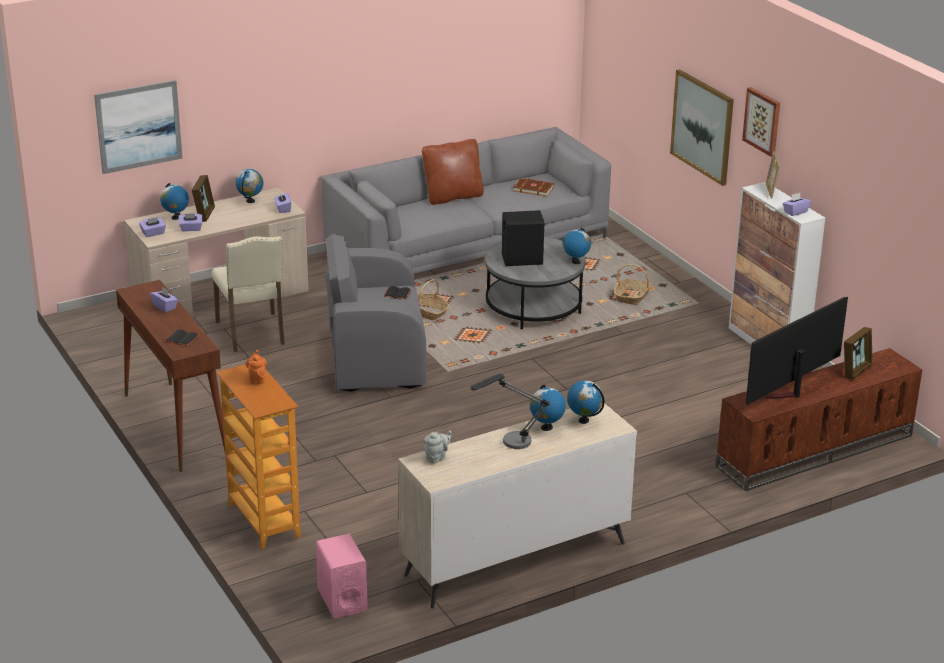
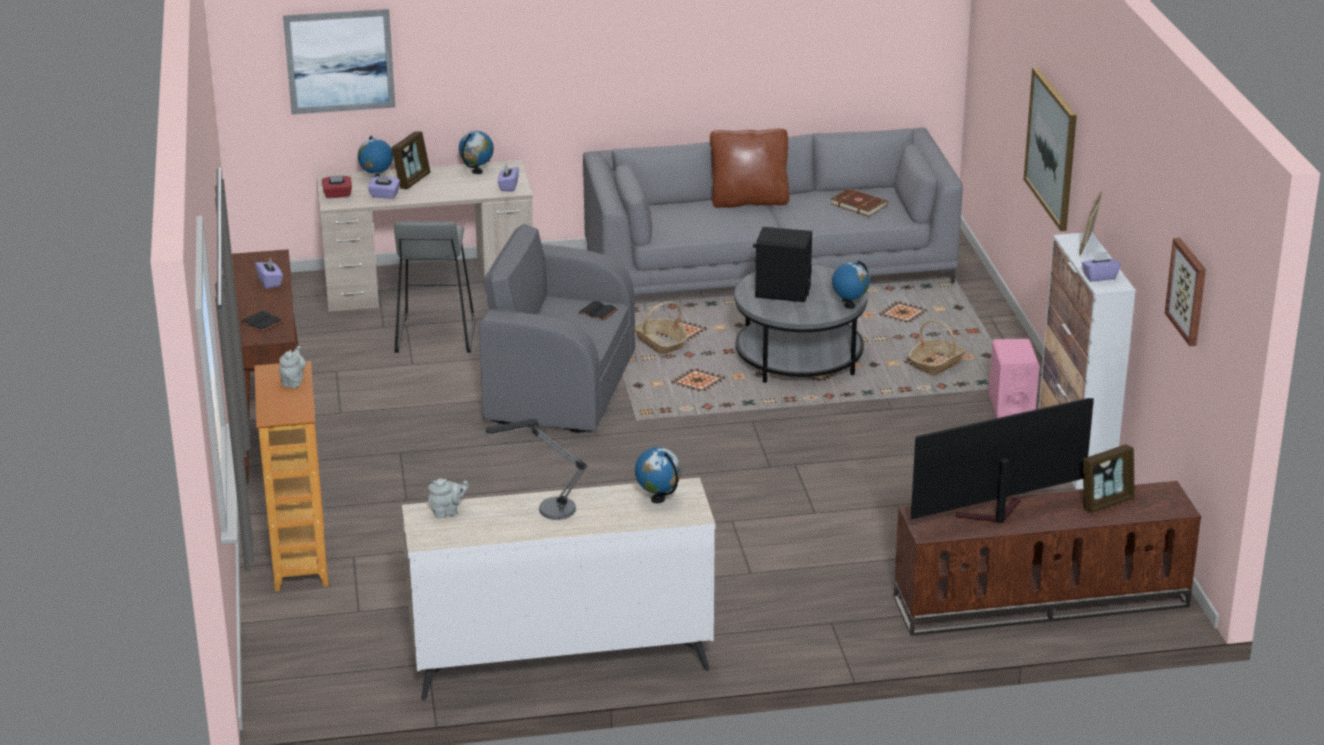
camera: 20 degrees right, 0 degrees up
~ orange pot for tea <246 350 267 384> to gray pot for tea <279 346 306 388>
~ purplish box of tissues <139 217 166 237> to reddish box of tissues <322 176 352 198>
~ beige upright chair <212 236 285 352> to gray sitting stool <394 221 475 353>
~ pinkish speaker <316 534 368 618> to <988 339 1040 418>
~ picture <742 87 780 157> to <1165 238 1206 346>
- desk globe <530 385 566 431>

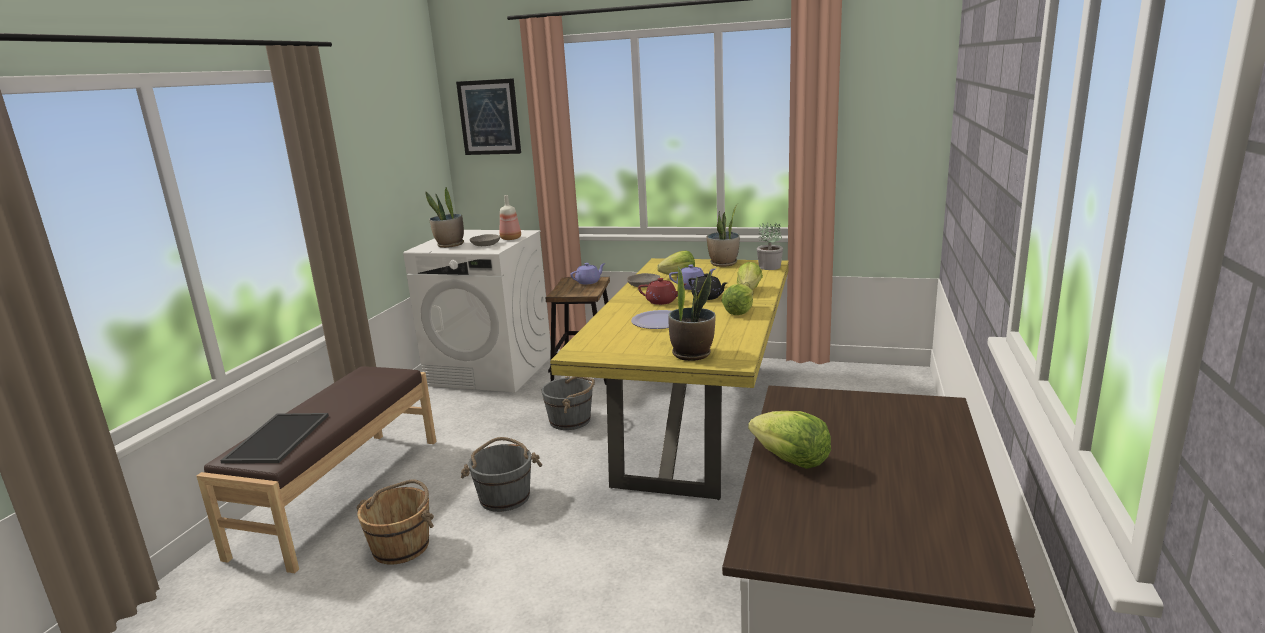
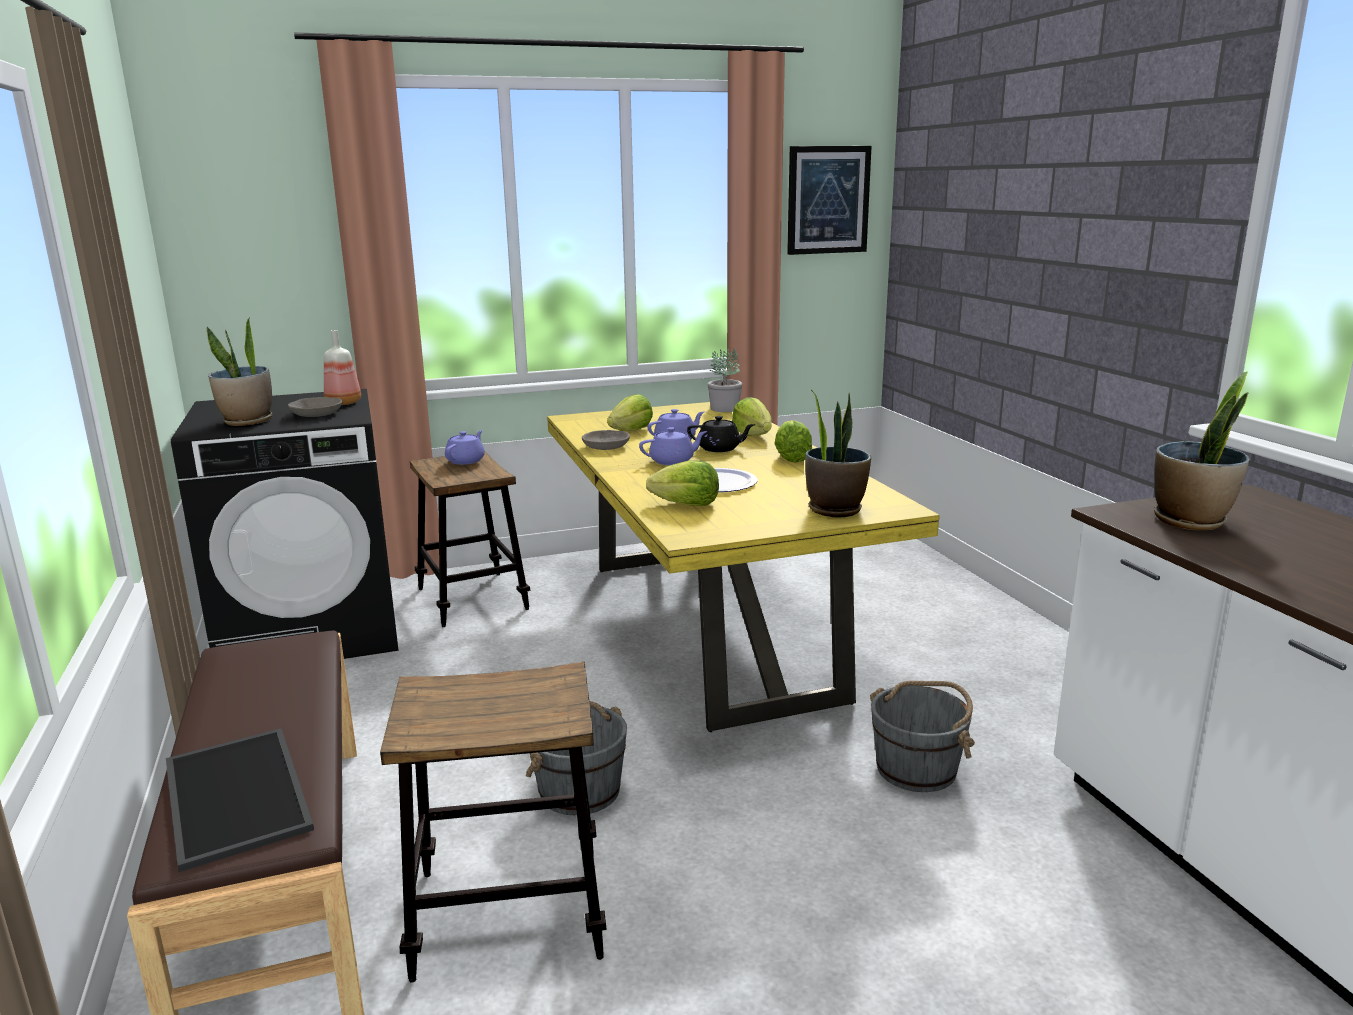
camera: 35 degrees left, 0 degrees up
~ whitish washing machine <403 230 551 392> to black-coloured washing machine <171 389 399 659>
~ brown pail <356 479 434 565> to sitting stool <380 662 607 983>
~ reddish pot for tea <638 278 686 305> to purplish pot for tea <639 427 707 465>
~ head of lettuce <748 411 831 469> to <646 460 719 506>
~ picture <456 78 521 155> to <787 146 872 255>
~ gray pail <541 376 595 430> to <870 681 975 792>
~ potted plant <707 204 740 267> to <1154 371 1249 530>

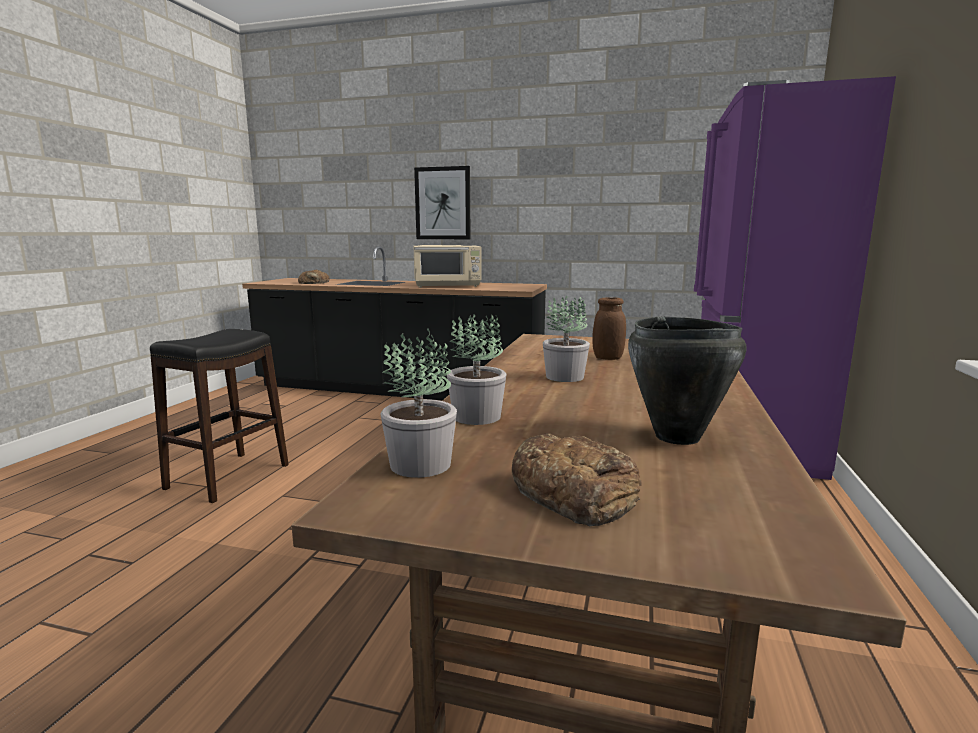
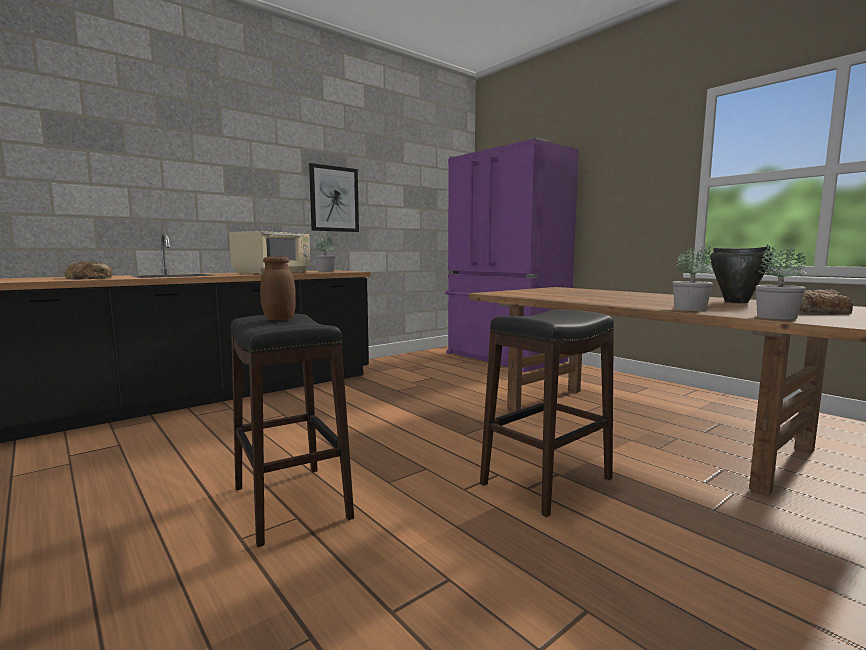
camera: 55 degrees left, 5 degrees down
~ brown storage jar <592 297 626 360> to <260 256 296 320>
~ picture <414 166 471 239> to <309 163 359 232>
~ potted plant <543 296 590 382> to <315 235 335 271>
+ black-coloured sitting stool <480 309 614 517>

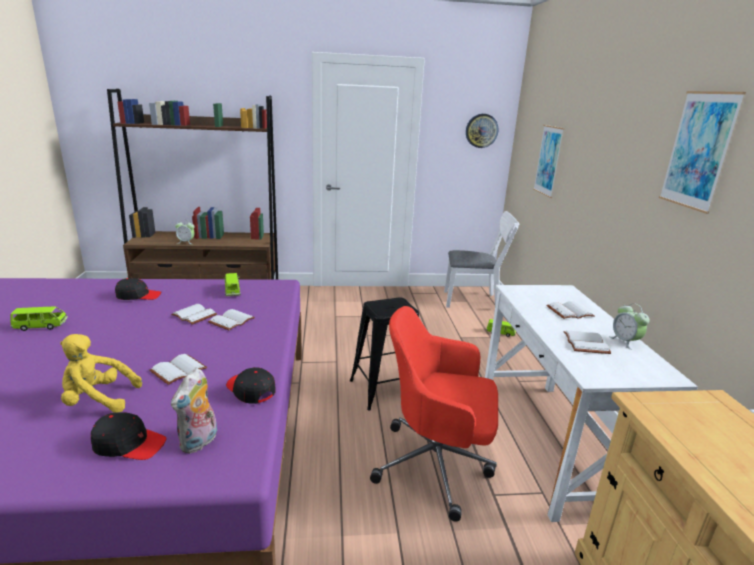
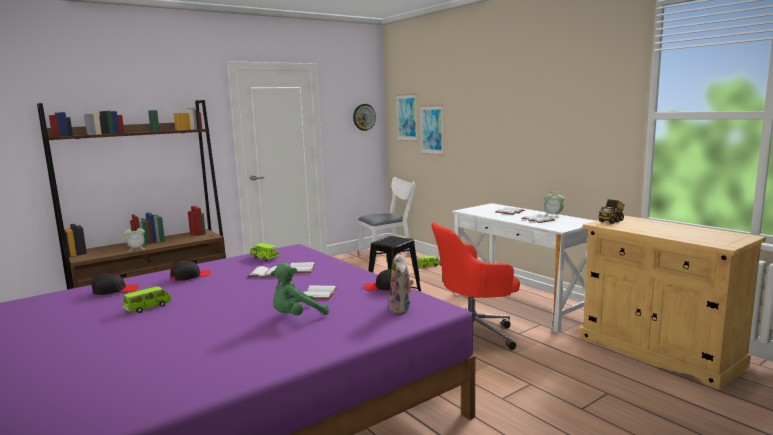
camera: 30 degrees left, 10 degrees down
~ black-coloured baseball cap <91 412 166 460> to <91 273 139 295>
~ yellowish soft toy <60 334 142 413> to green soft toy <271 263 329 315>
~ picture <659 91 746 214> to <396 94 417 141>
+ toy truck <599 199 624 224>

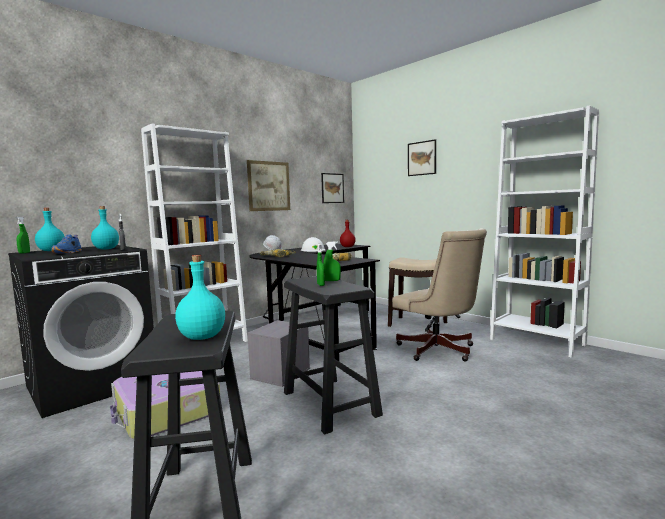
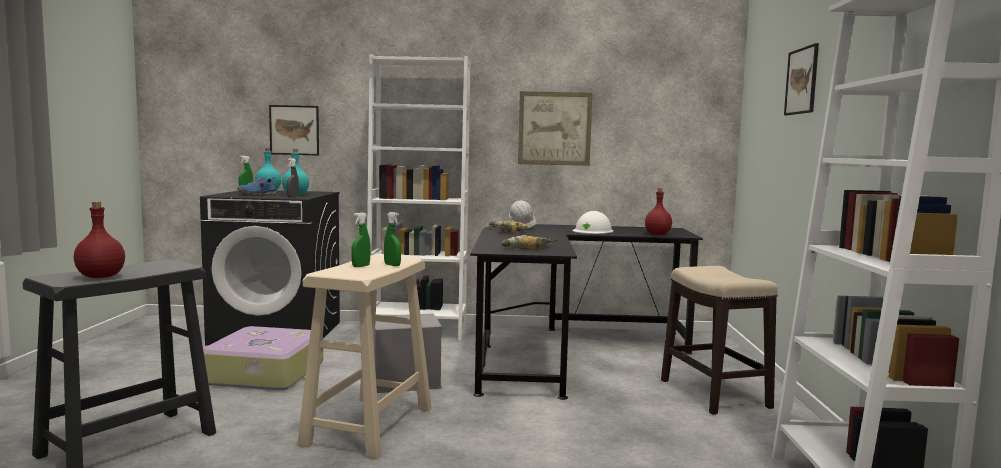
camera: 45 degrees right, 0 degrees up
~ blue-green bottle <175 255 225 340> to reddish bottle <74 201 125 278>
~ picture <321 173 344 203> to <269 105 319 155>
~ black-coloured sitting stool <284 276 383 435> to beige sitting stool <297 255 432 459>
- beige office chair <392 228 487 362>

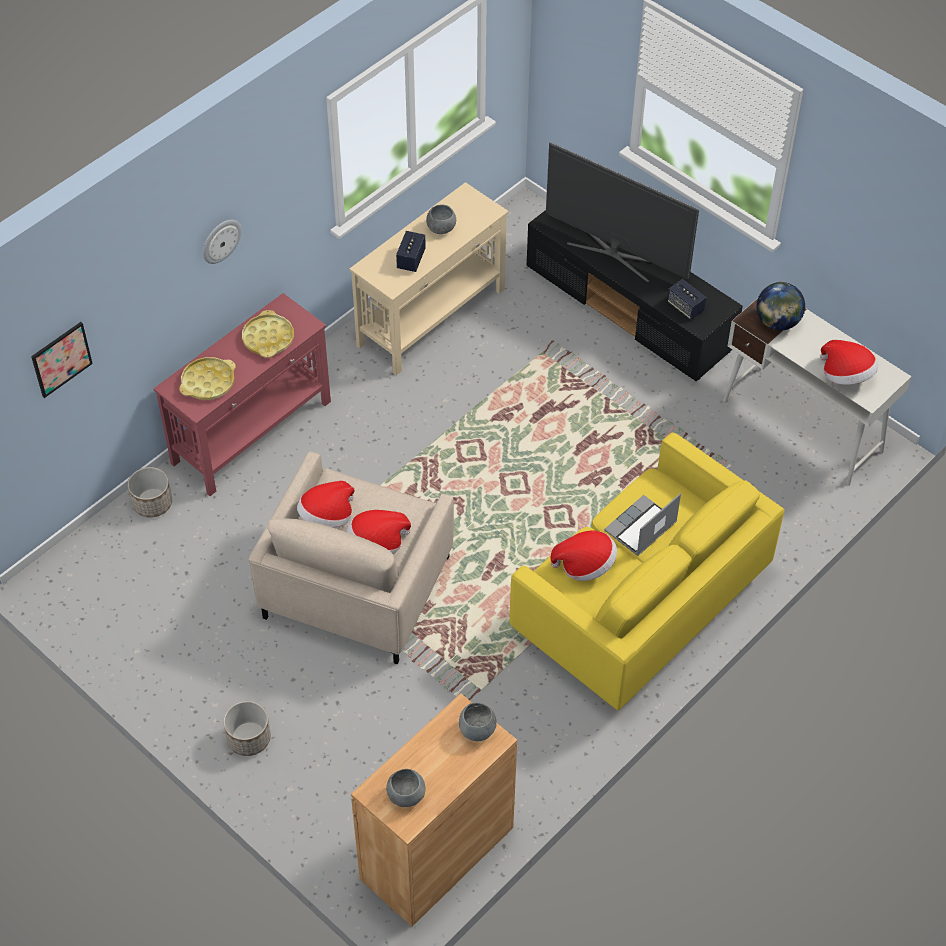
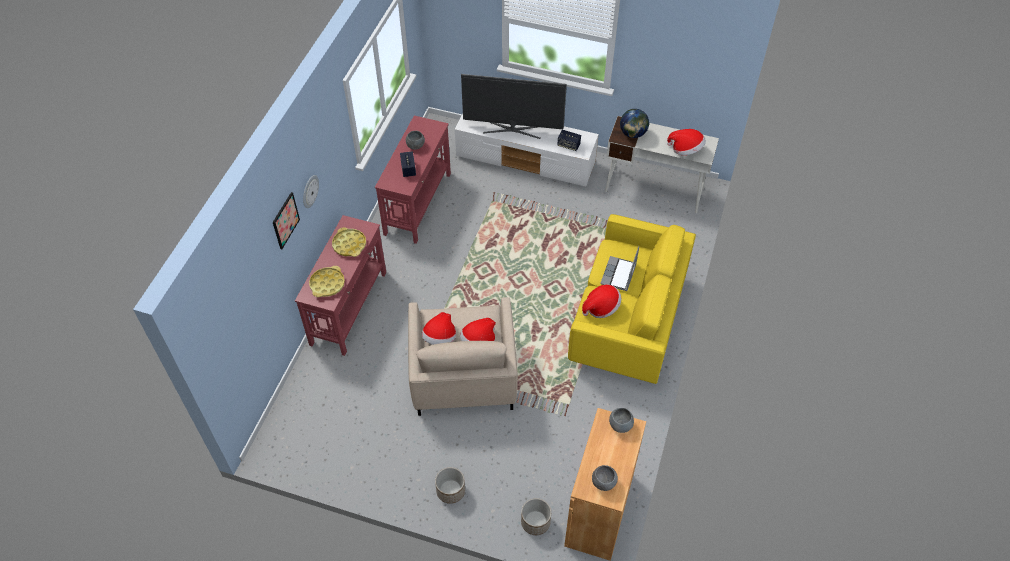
camera: 25 degrees left, 0 degrees up
~ picture <31 322 93 398> to <273 192 300 249>
~ beige narrow table <349 182 508 375> to reddish narrow table <375 116 451 244>
~ black-coloured tv unit <527 210 743 381> to whitish tv unit <455 114 599 186>
~ flower pot <128 467 172 518> to <521 498 551 535>

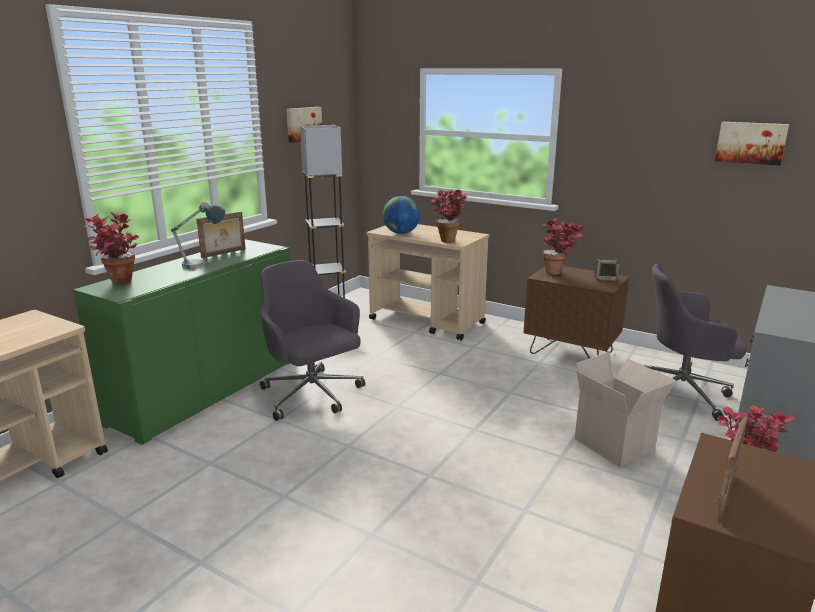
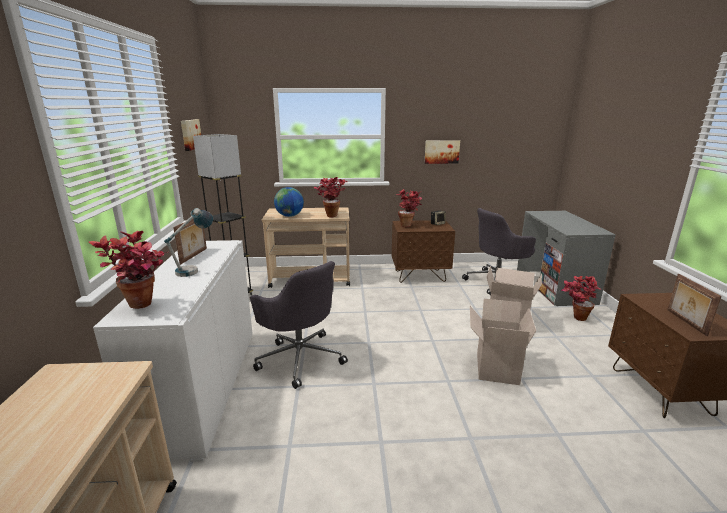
camera: 35 degrees left, 0 degrees up
~ green cupboard <73 239 290 445> to whitish cupboard <93 240 253 462>
~ gray office chair <260 260 365 421> = <250 261 348 389> 150 degrees counterclockwise
~ picture <715 122 789 165> to <425 140 460 164>
+ carton <470 299 536 385>

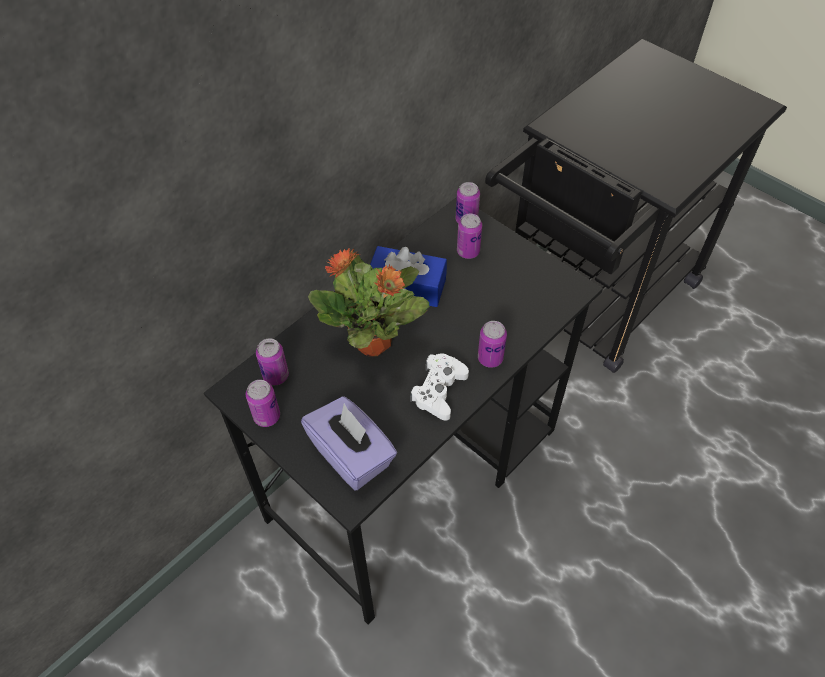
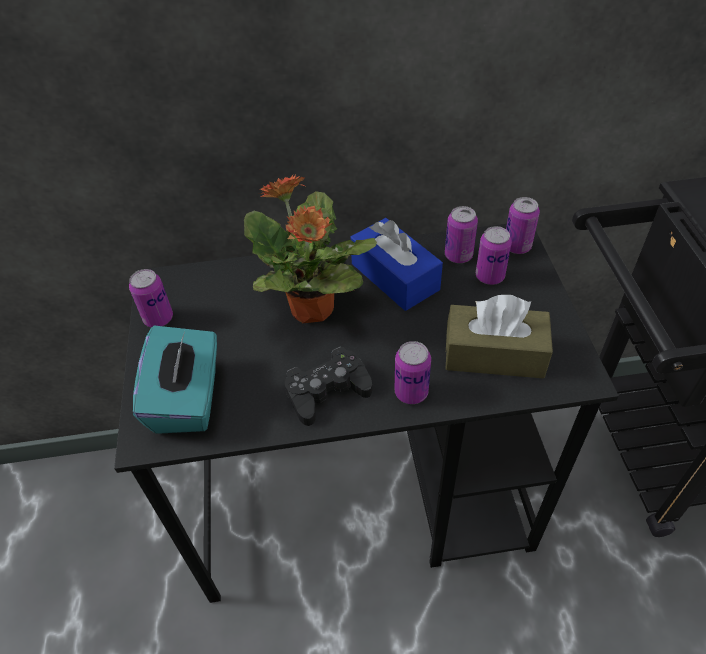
camera: 40 degrees right, 5 degrees down
~ purplish box of tissues <301 396 397 491> to blue-green box of tissues <133 326 217 434>
~ whitish game controller <410 353 469 421> to black-coloured game controller <285 347 372 426>
~ sealed can <256 339 289 385> to <445 206 478 263>
+ brown box of tissues <446 295 553 378>

